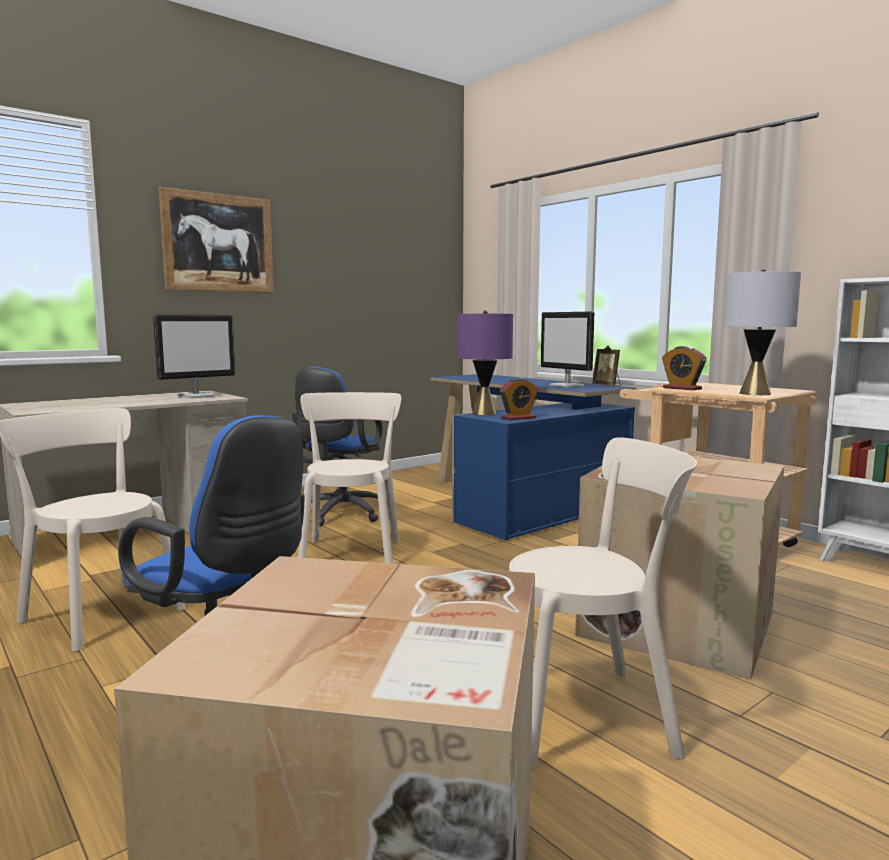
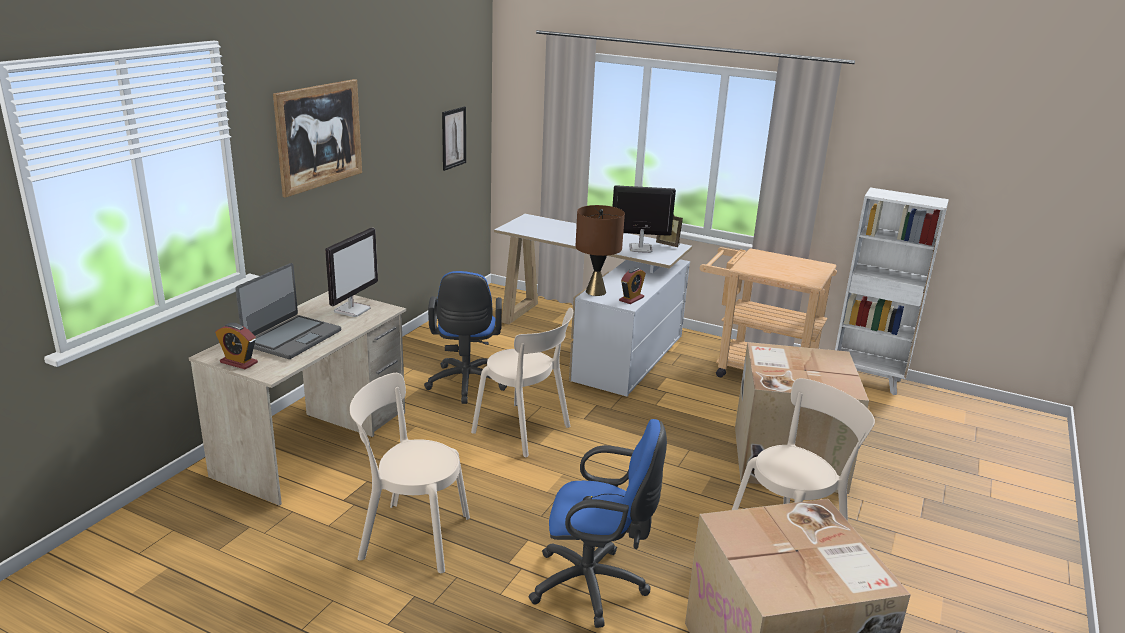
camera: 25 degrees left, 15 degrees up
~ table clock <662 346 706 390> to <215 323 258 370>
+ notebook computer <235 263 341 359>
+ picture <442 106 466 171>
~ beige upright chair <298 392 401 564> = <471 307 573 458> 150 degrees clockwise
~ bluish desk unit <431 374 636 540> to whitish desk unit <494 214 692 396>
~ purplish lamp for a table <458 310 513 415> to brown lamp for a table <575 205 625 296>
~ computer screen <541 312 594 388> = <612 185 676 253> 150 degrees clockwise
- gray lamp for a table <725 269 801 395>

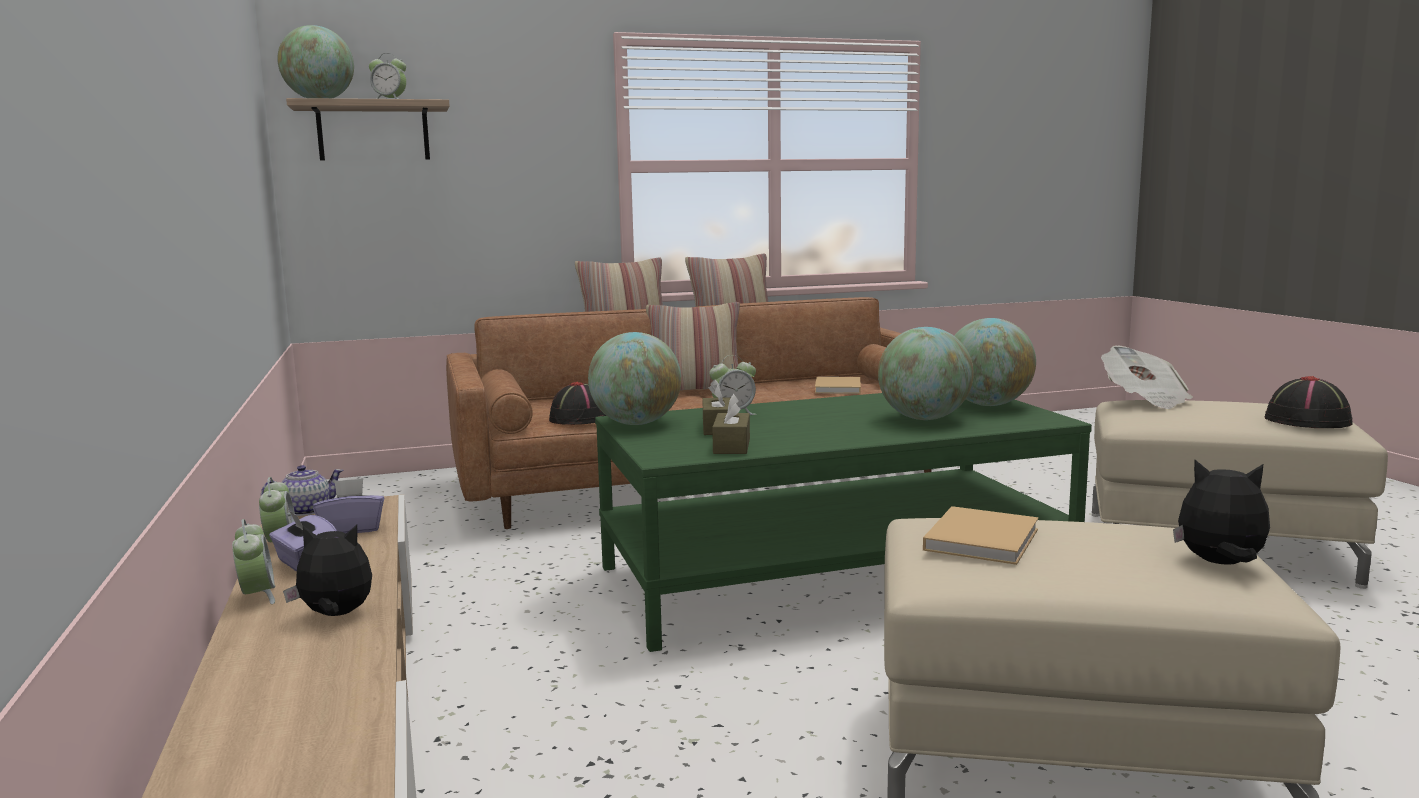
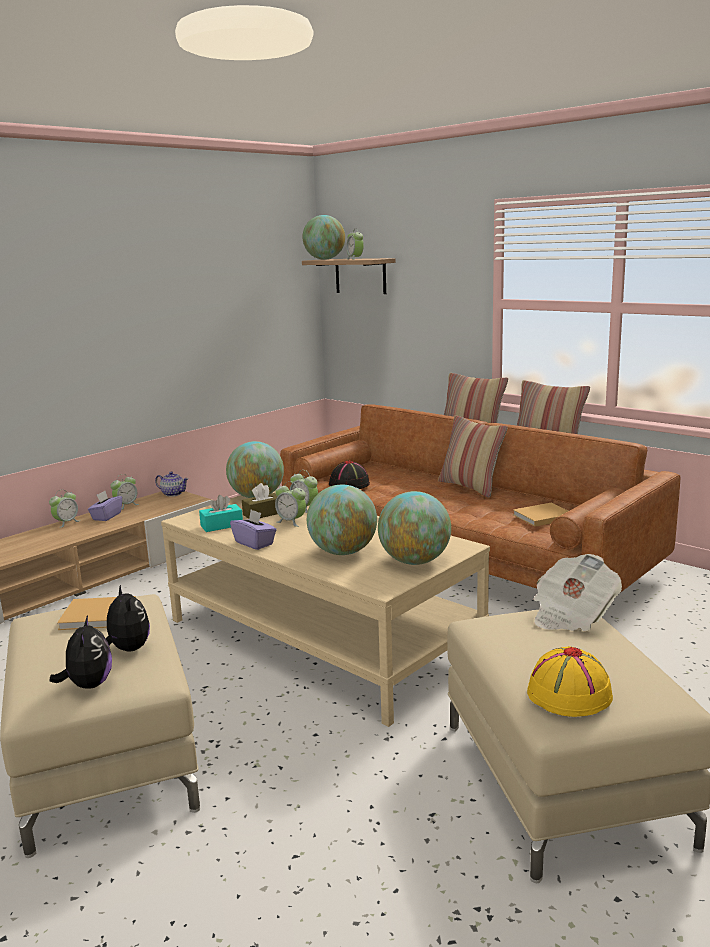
camera: 60 degrees right, 5 degrees up
~ soft toy <283 525 372 616> to <106 584 150 652>
~ green lounge table <595 393 1092 652> to beige lounge table <161 490 490 727>
~ brown box of tissues <712 394 750 454> to blue-green box of tissues <199 495 243 532>
~ purplish box of tissues <313 478 384 534> to <230 509 277 550>
+ table clock <275 481 306 527>
~ black-coloured hat <1265 376 1353 428> to yellowish hat <527 646 613 717>

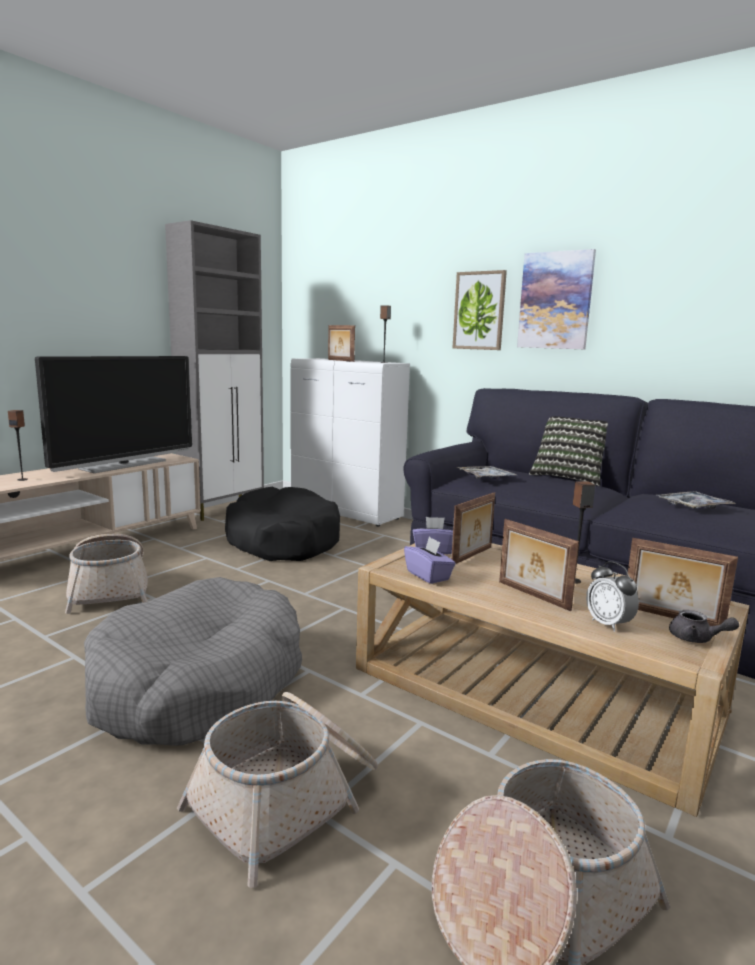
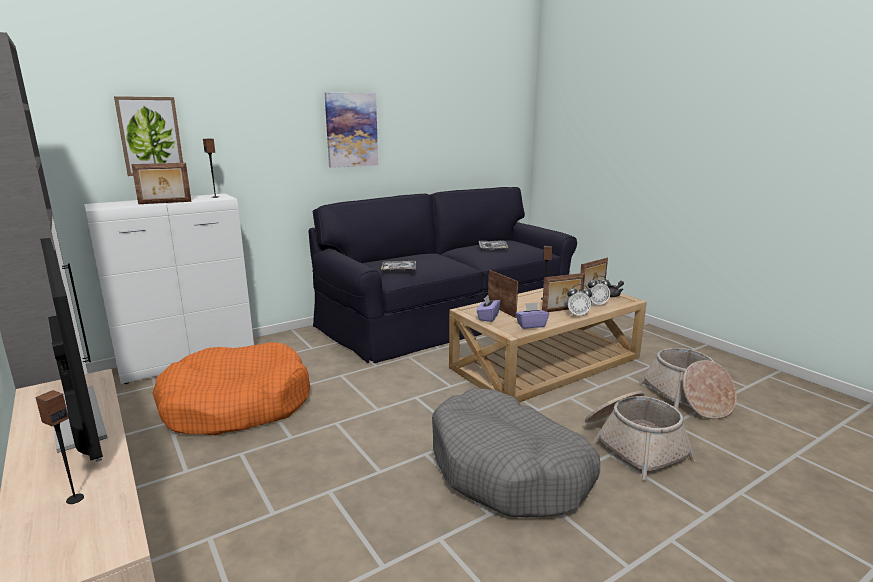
camera: 70 degrees left, 5 degrees up
~ picture <453 270 507 350> to <114 96 183 176>
~ black-coloured dog cushion <225 487 340 561> to orange dog cushion <153 342 310 435>
+ table clock <567 284 592 316>
- basket <65 534 148 614>
- cushion <529 416 608 486>

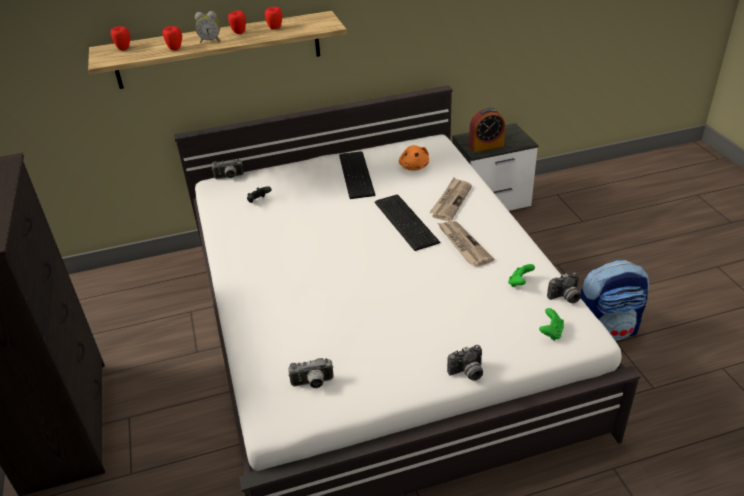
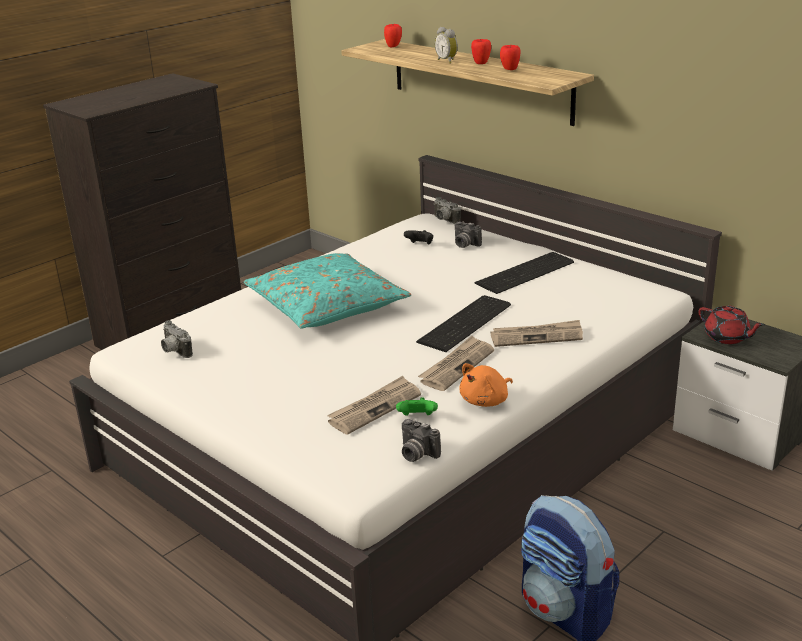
camera: 60 degrees right, 10 degrees down
+ blue-green cushion <244 253 411 329>
+ printed paper <327 376 421 435>
~ still camera <447 345 483 381> to <455 221 482 248>
~ orange soft toy <399 145 429 171> to <459 363 513 407>
~ table clock <469 108 505 152> to reddish pot for tea <698 306 765 344>
- apple <162 26 182 50>
- green game controller <539 308 564 341>

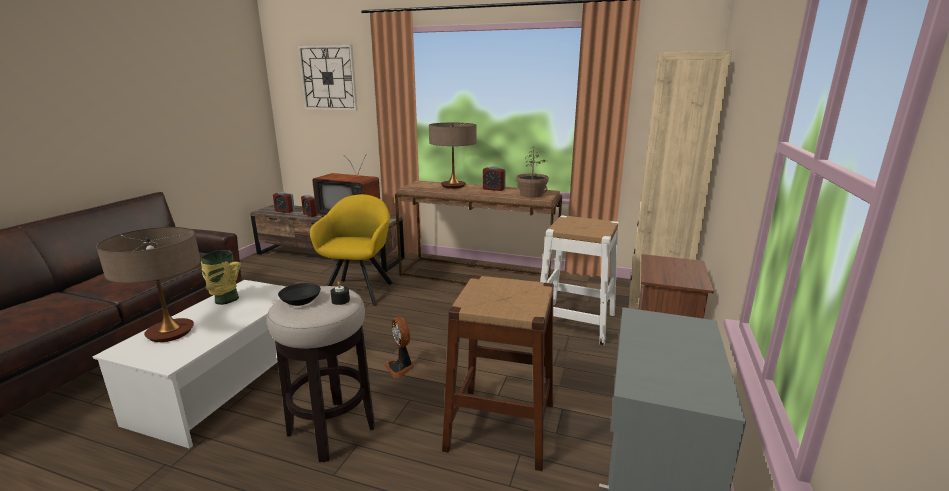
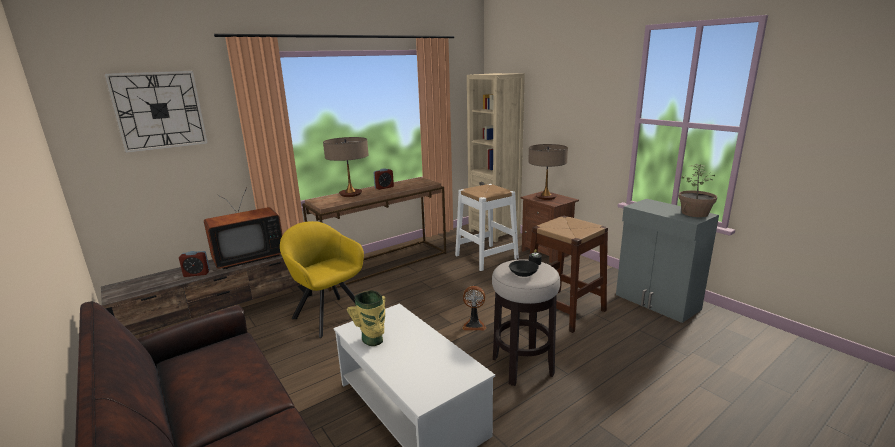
camera: 55 degrees left, 0 degrees up
~ lamp for a table <96 227 201 342> to <528 144 568 200>
~ potted plant <516 146 549 198> to <679 164 717 217>
- table clock <273 192 295 213>

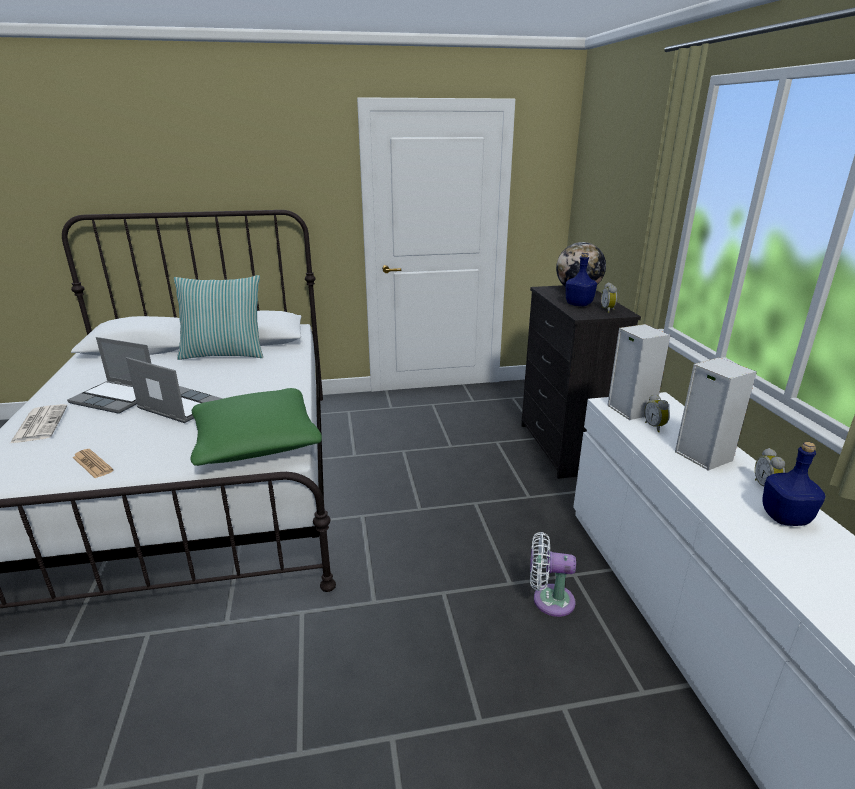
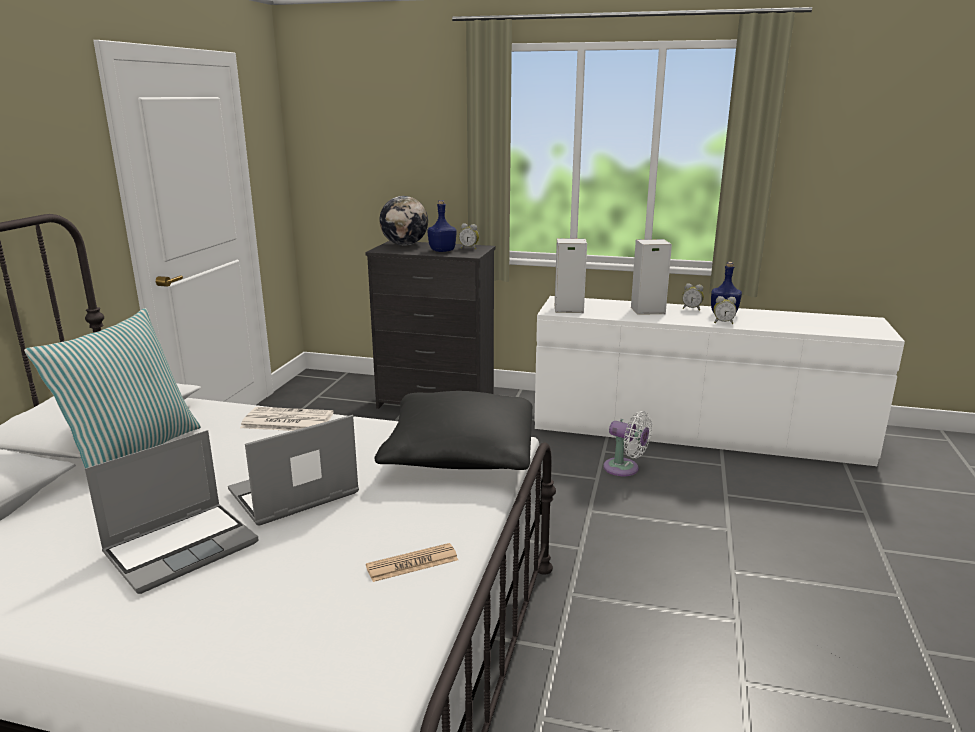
camera: 65 degrees left, 5 degrees down
~ printed paper <10 404 67 443> to <240 407 334 431>
~ green cushion <190 388 322 466> to black-coloured cushion <375 391 533 470>
~ whitish fan <530 532 576 617> = <603 411 652 476> 90 degrees counterclockwise
~ table clock <644 394 670 432> to <713 296 737 324>

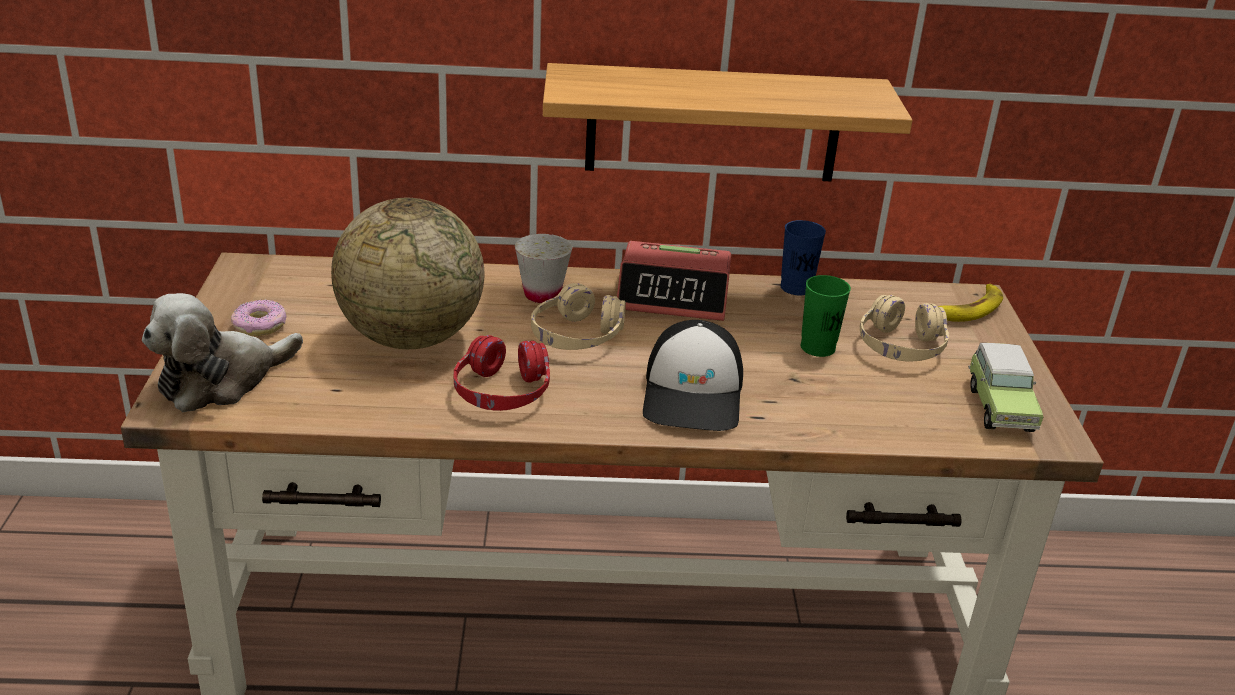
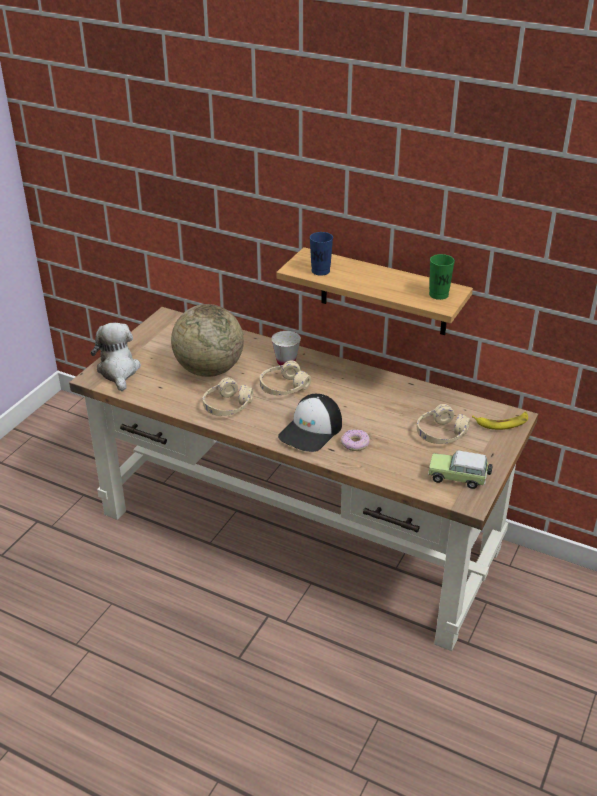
camera: 30 degrees right, 5 degrees up
~ soft toy <142 293 303 412> = <91 323 141 391> 90 degrees clockwise
~ reddish headphones <454 335 550 411> to beige headphones <203 378 253 416>
~ bluish small cup <780 220 826 295> to <310 232 333 276>
~ donut <231 300 287 336> to <341 430 370 451>
~ toy car <968 343 1043 432> = <428 450 493 489> 75 degrees clockwise
~ green small cup <801 275 851 357> to <429 254 455 300>
- table clock <617 241 731 321>

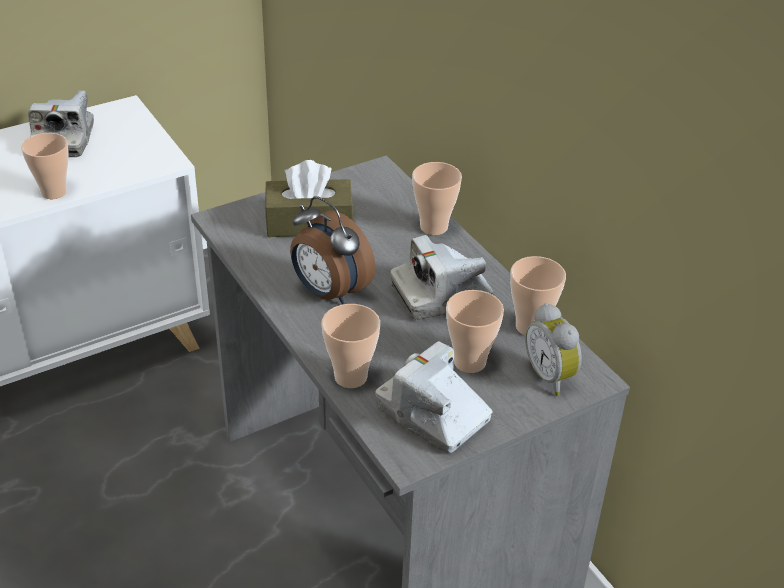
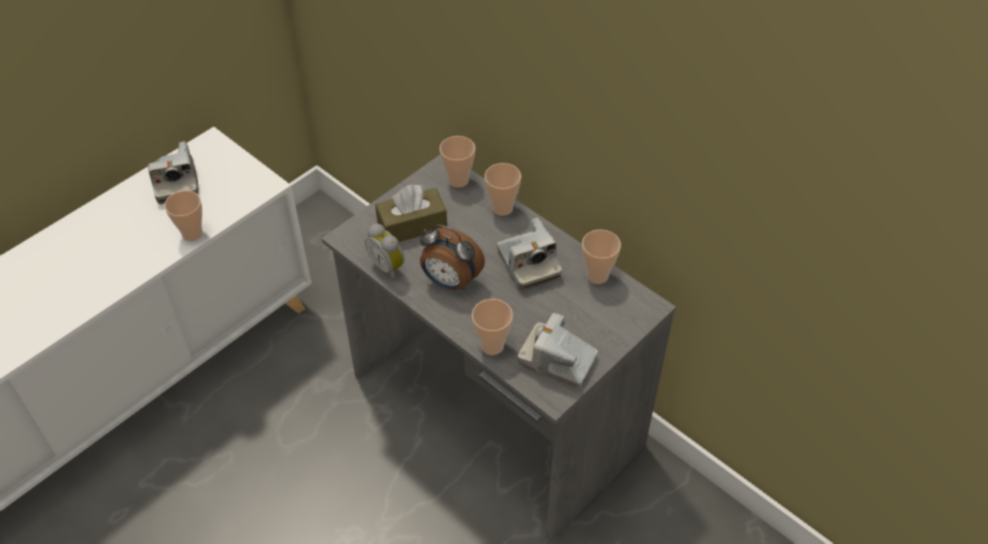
camera: 15 degrees left, 10 degrees up
~ table clock <525 303 582 396> to <365 224 404 280>
~ small cup <446 290 504 373> to <440 136 475 188>
~ still camera <390 235 494 320> = <497 218 562 291> 75 degrees counterclockwise

